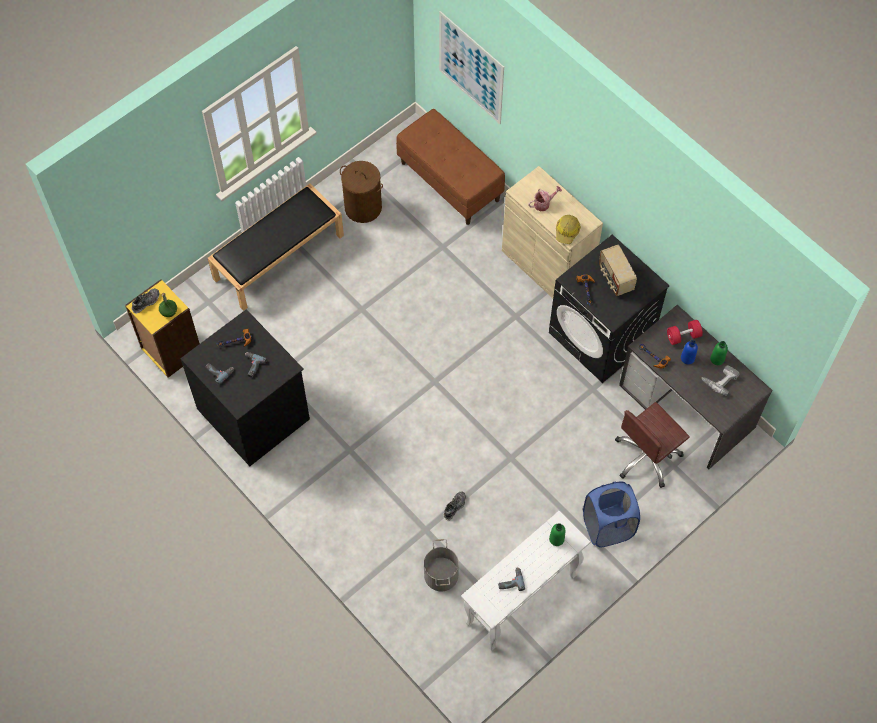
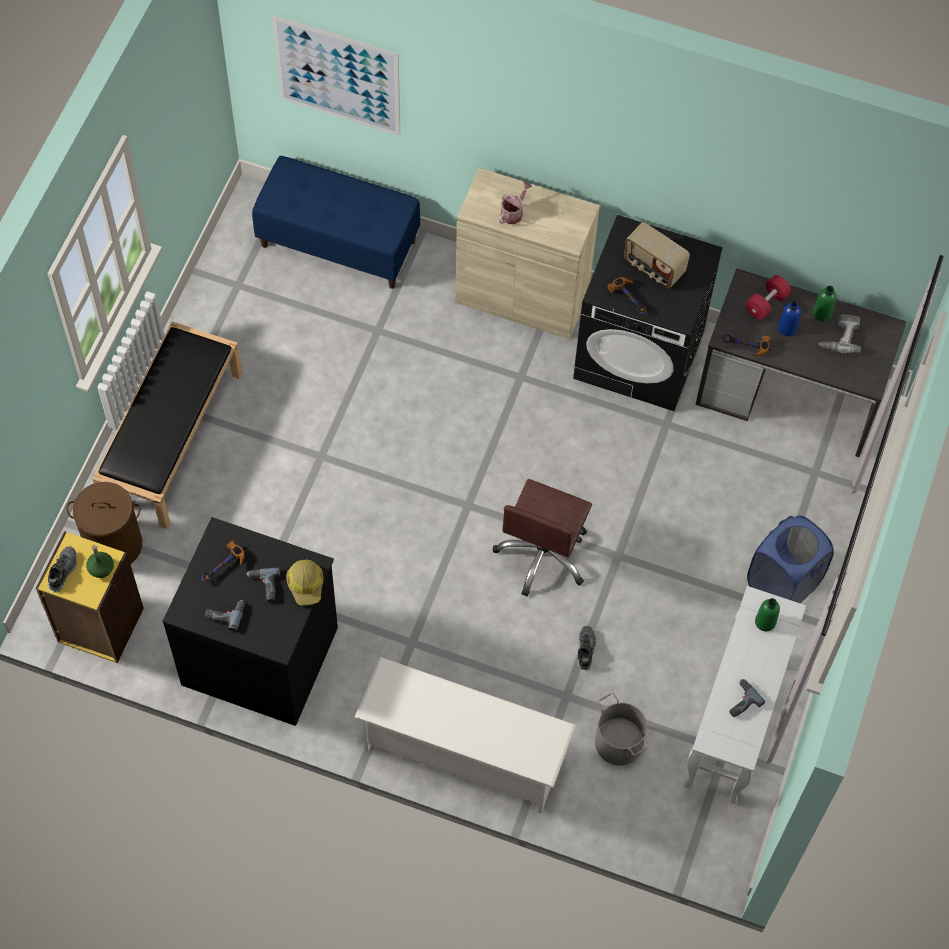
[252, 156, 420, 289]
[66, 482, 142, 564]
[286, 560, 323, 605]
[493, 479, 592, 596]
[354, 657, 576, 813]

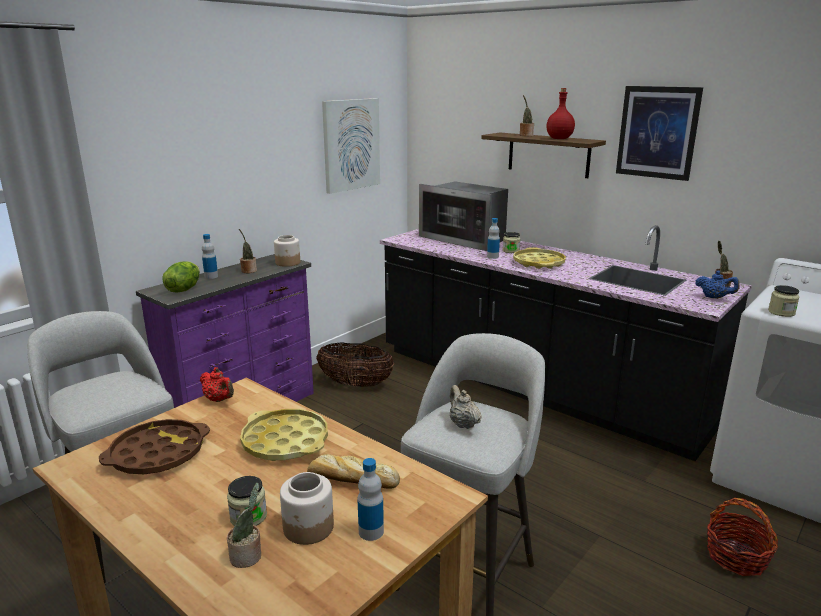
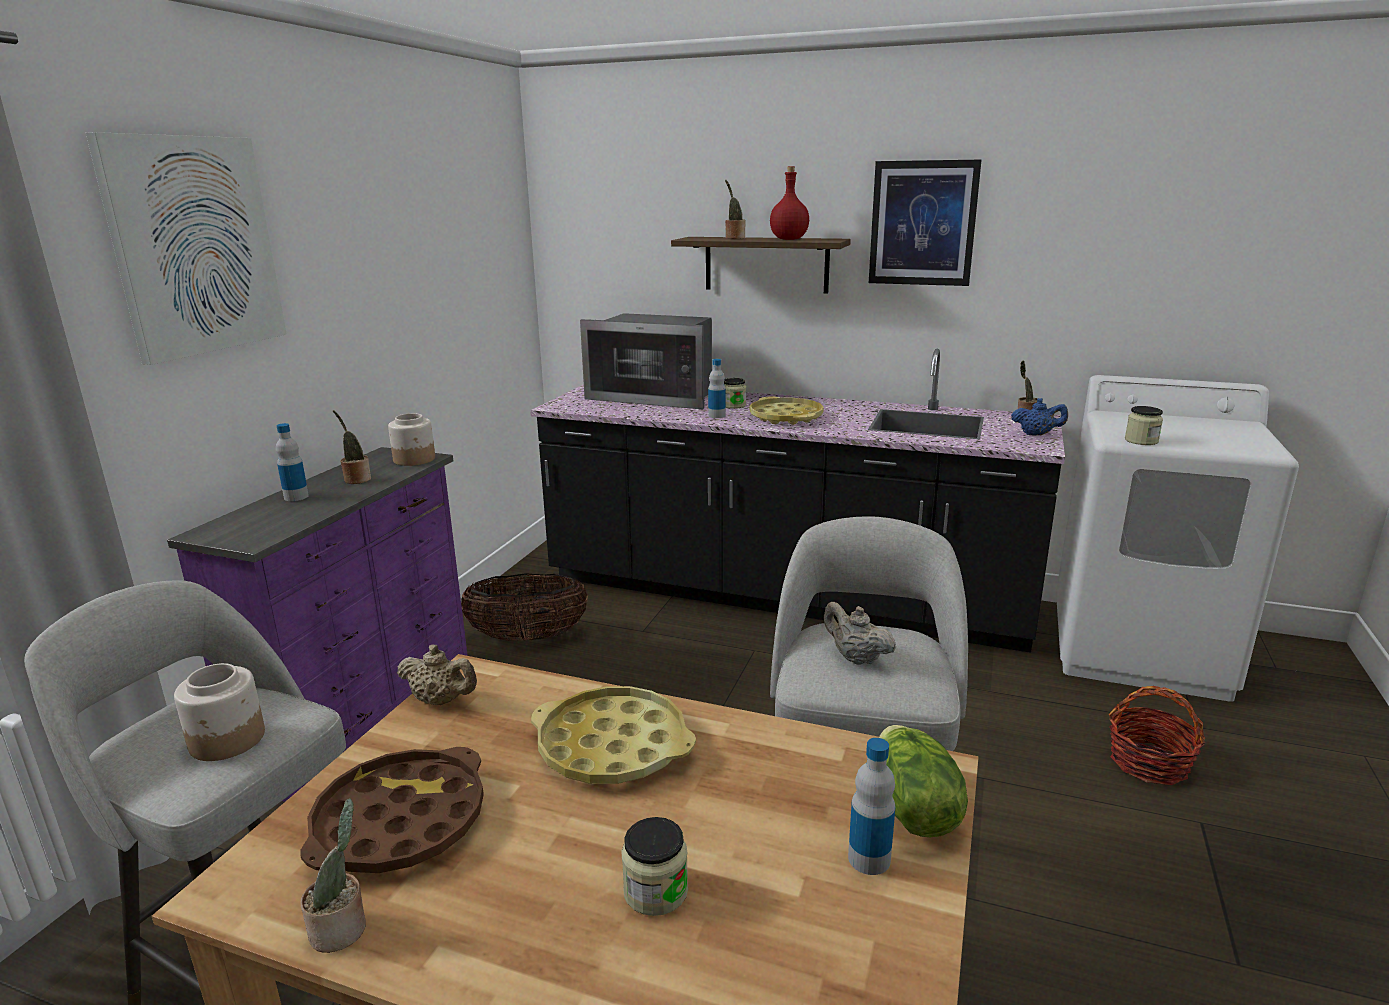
[86, 132, 287, 365]
[879, 725, 968, 837]
[397, 645, 477, 705]
[307, 454, 400, 489] (first image)
[174, 663, 265, 761]
[301, 798, 366, 953]

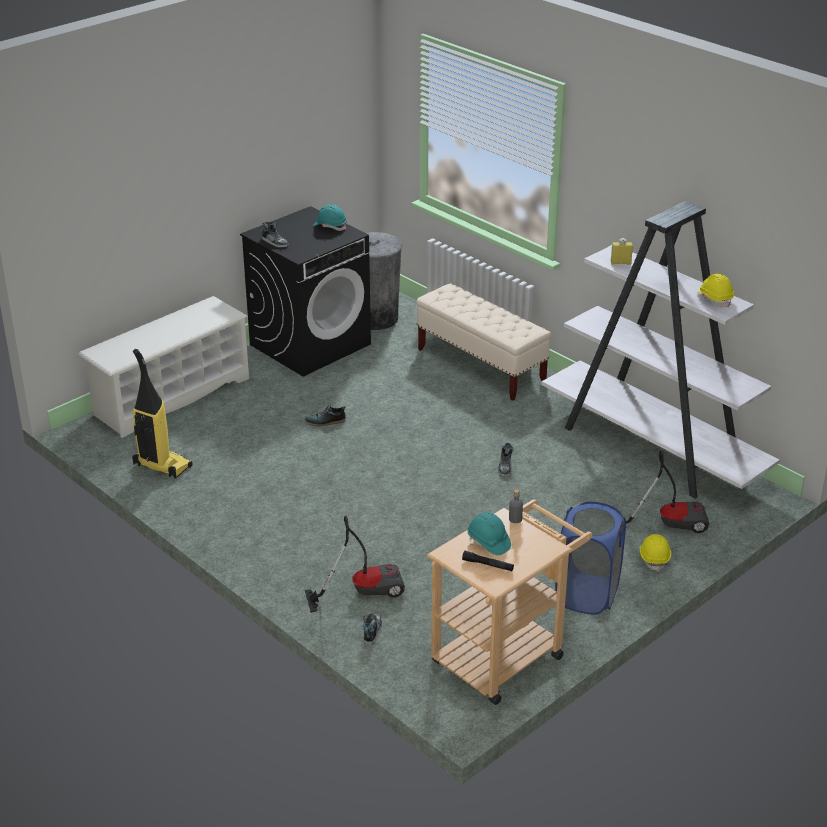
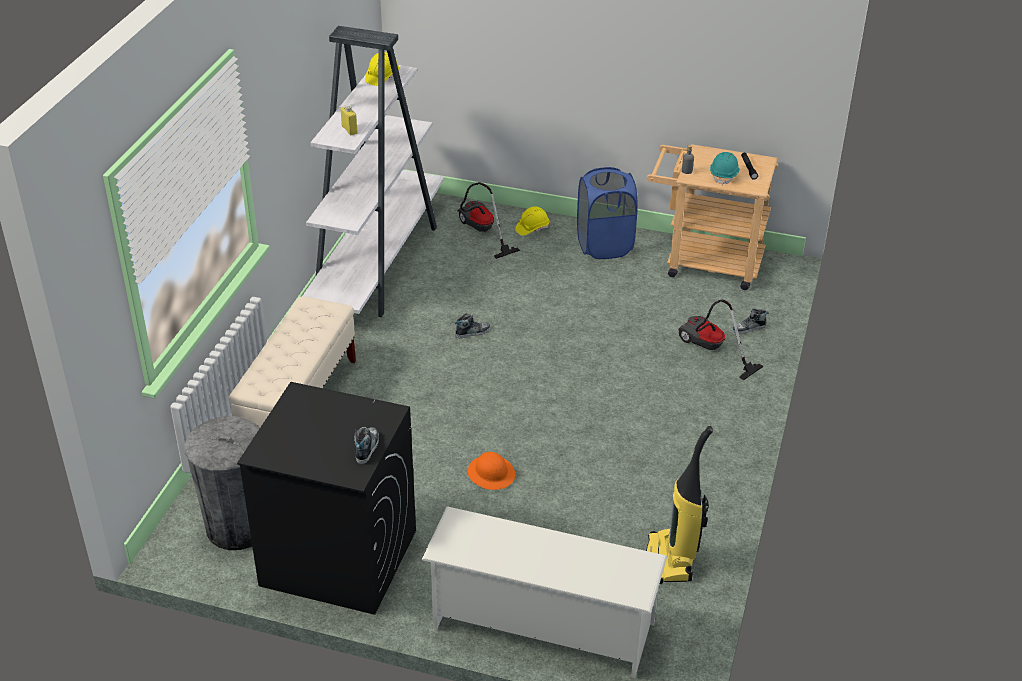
[313, 204, 347, 231] (first image)
[468, 452, 515, 490]

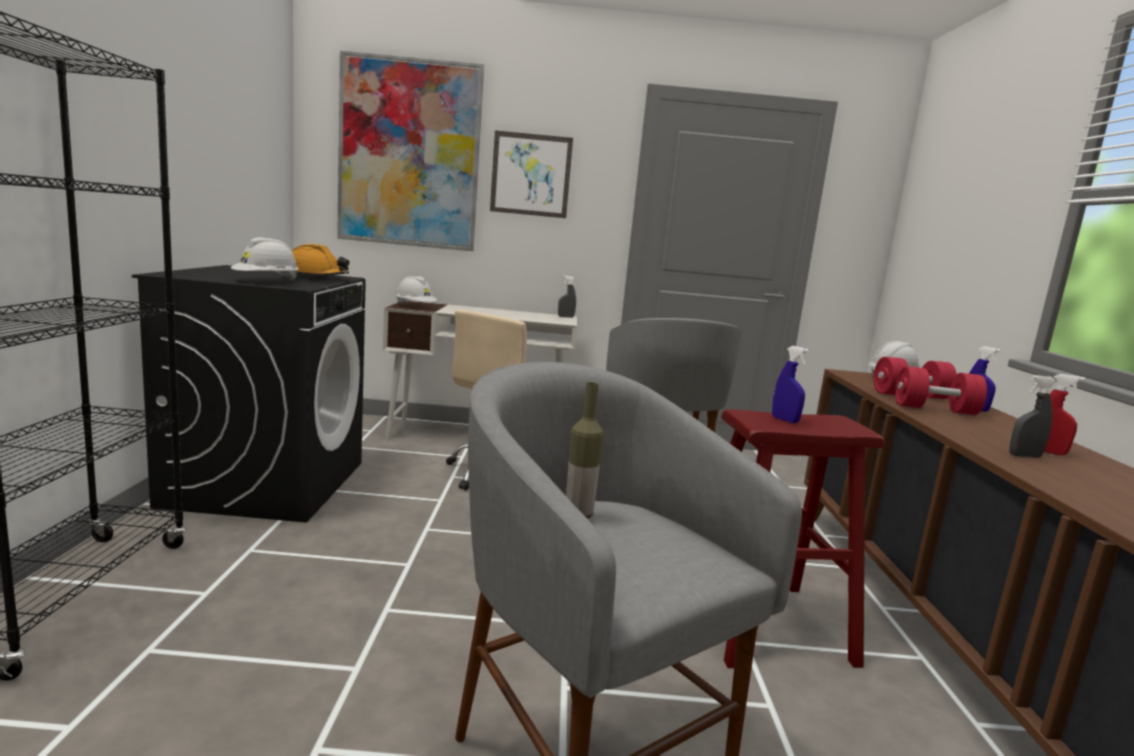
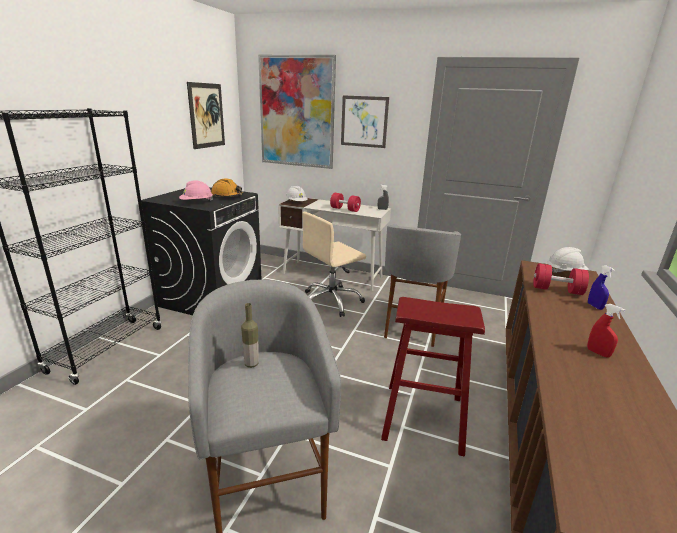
[179, 180, 213, 201]
[772, 346, 810, 423] (first image)
[330, 193, 361, 212]
[1010, 375, 1057, 458] (first image)
[187, 82, 225, 149]

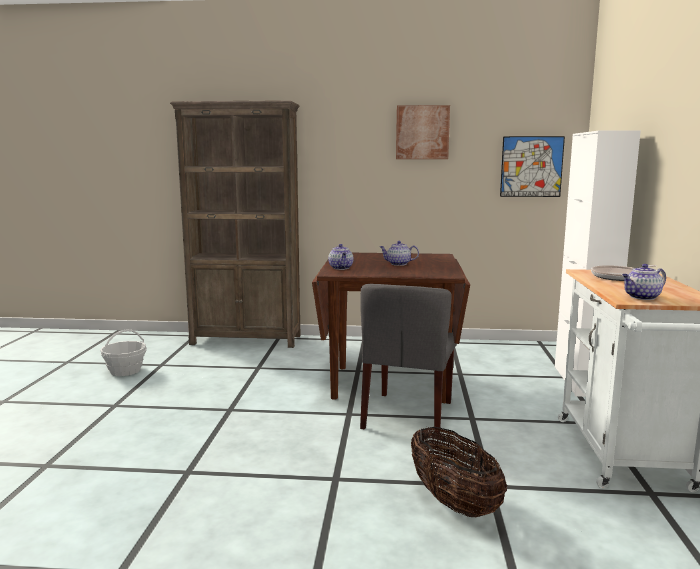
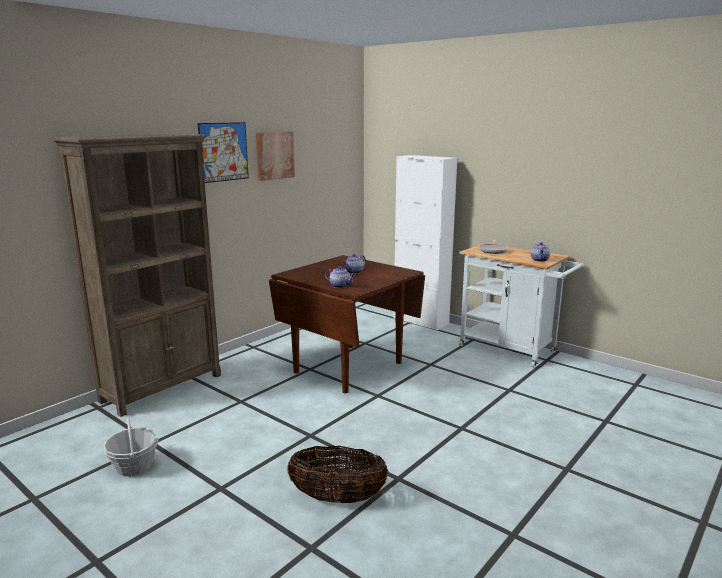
[197, 122, 249, 183]
[360, 284, 457, 434] (first image)
[287, 446, 388, 503]

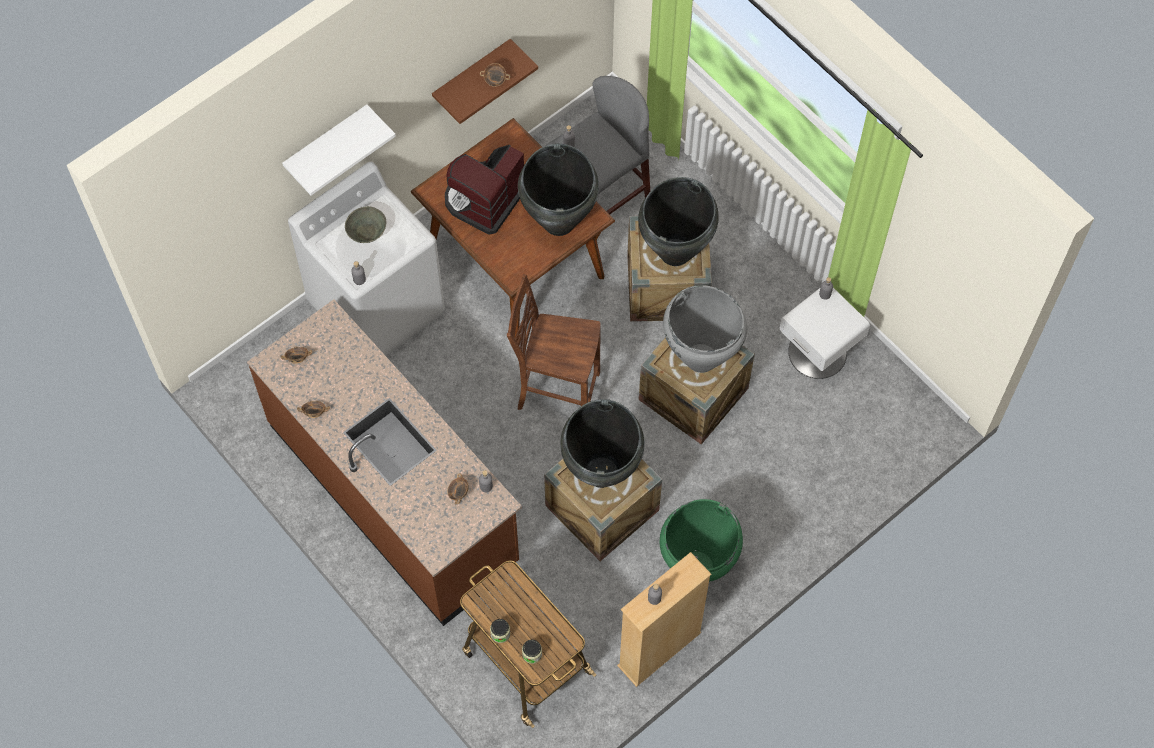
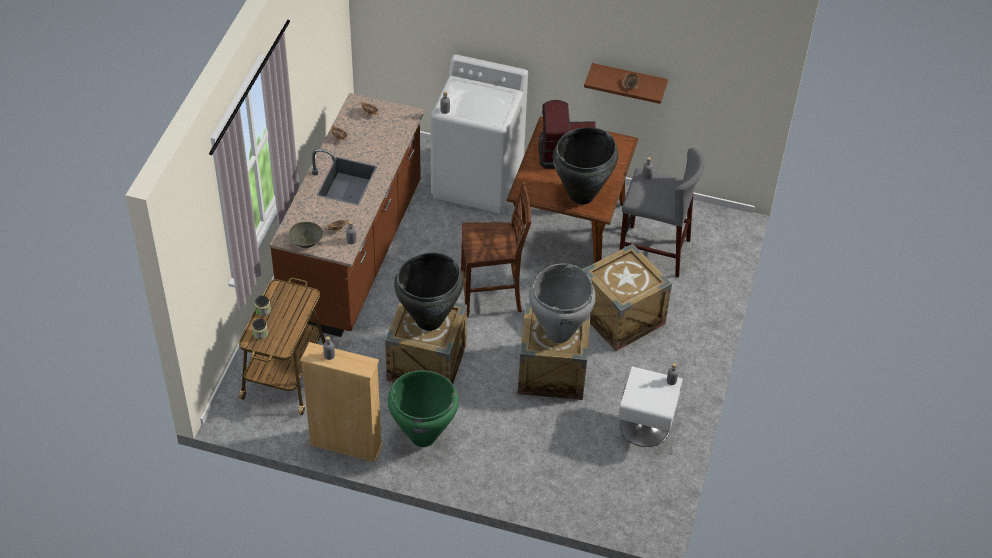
[282, 105, 396, 195] (first image)
[638, 177, 719, 266] (first image)
[288, 222, 323, 248]
[461, 182, 531, 317]

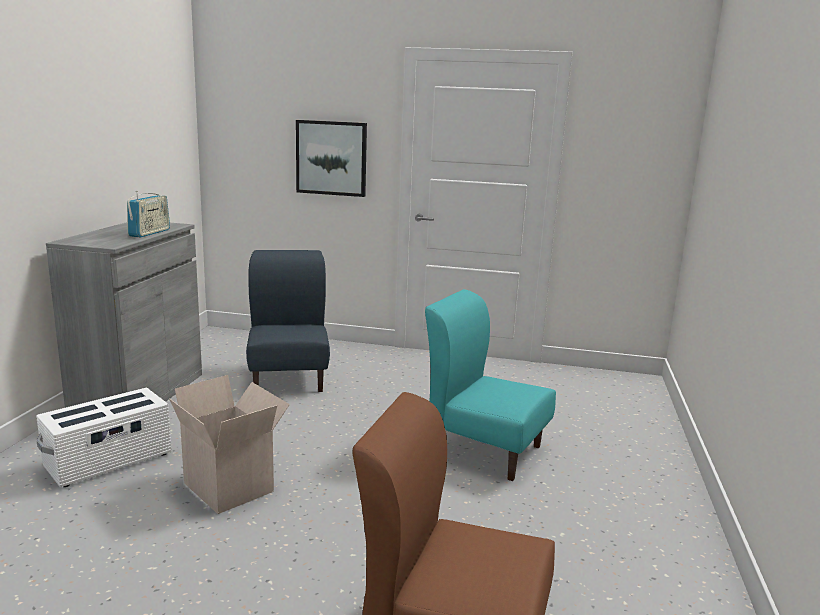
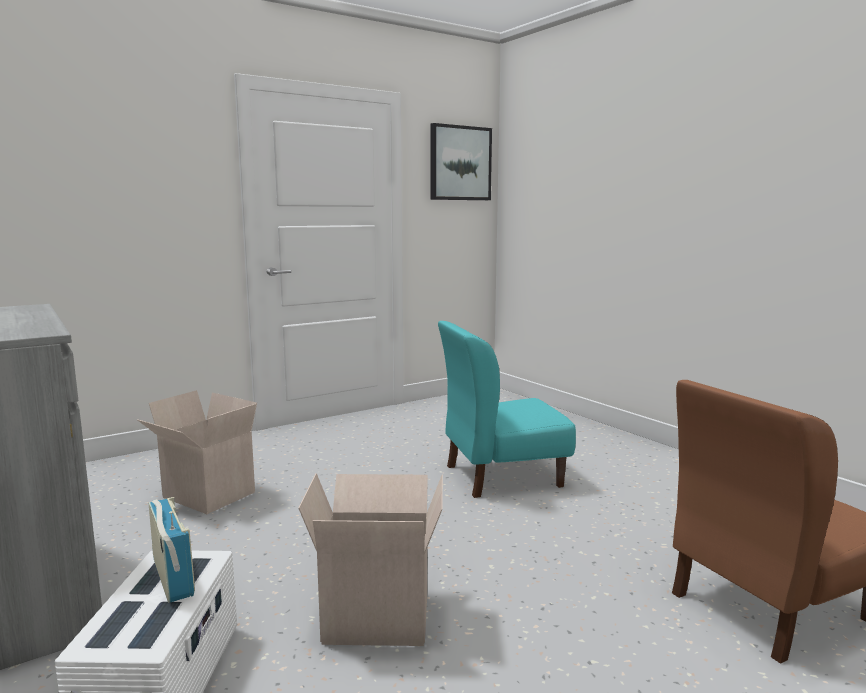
[431, 123, 492, 200]
[149, 497, 195, 603]
[137, 390, 257, 514]

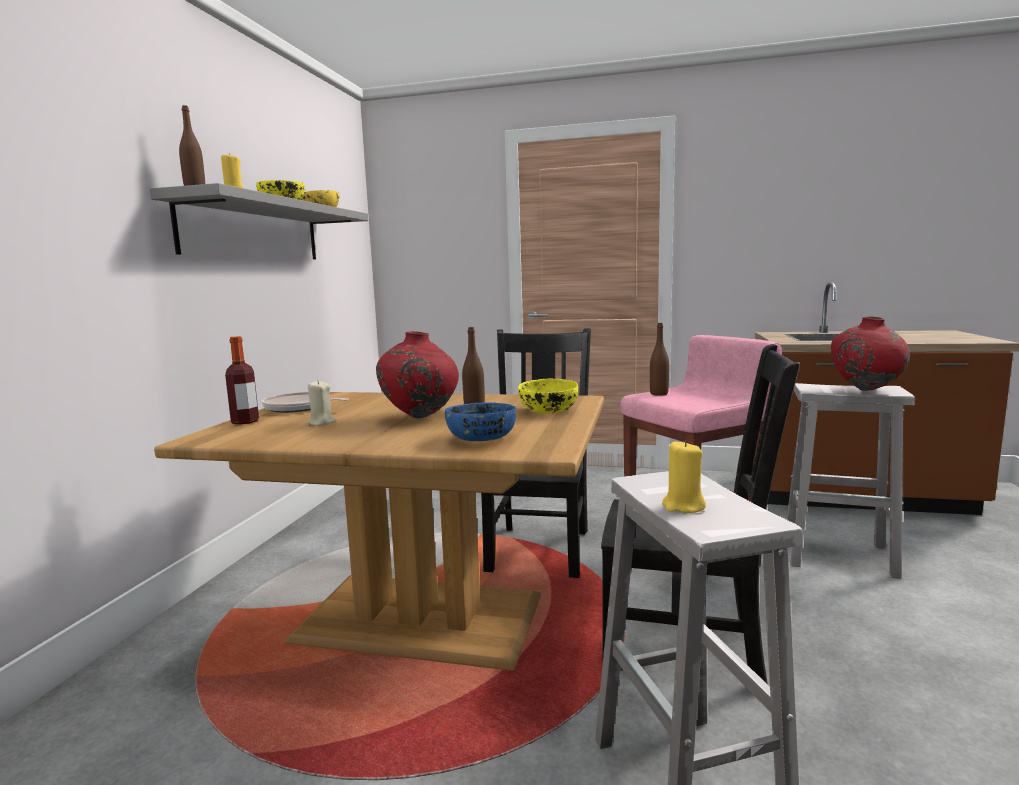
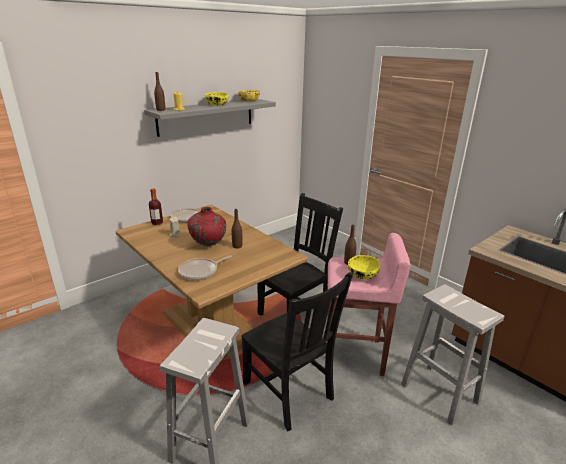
[831, 317, 910, 391] (first image)
[348, 255, 380, 280]
[178, 255, 232, 280]
[662, 440, 706, 513] (first image)

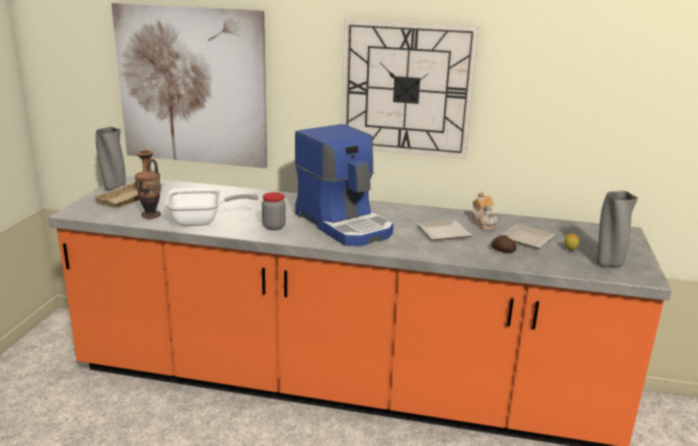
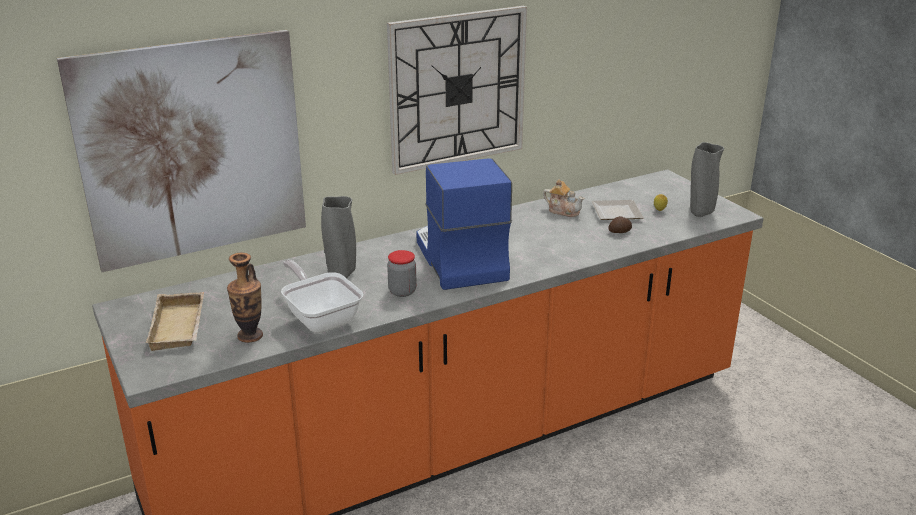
[416, 158, 512, 290]
[321, 196, 356, 278]
[281, 260, 363, 333]
[417, 220, 472, 240] (first image)

